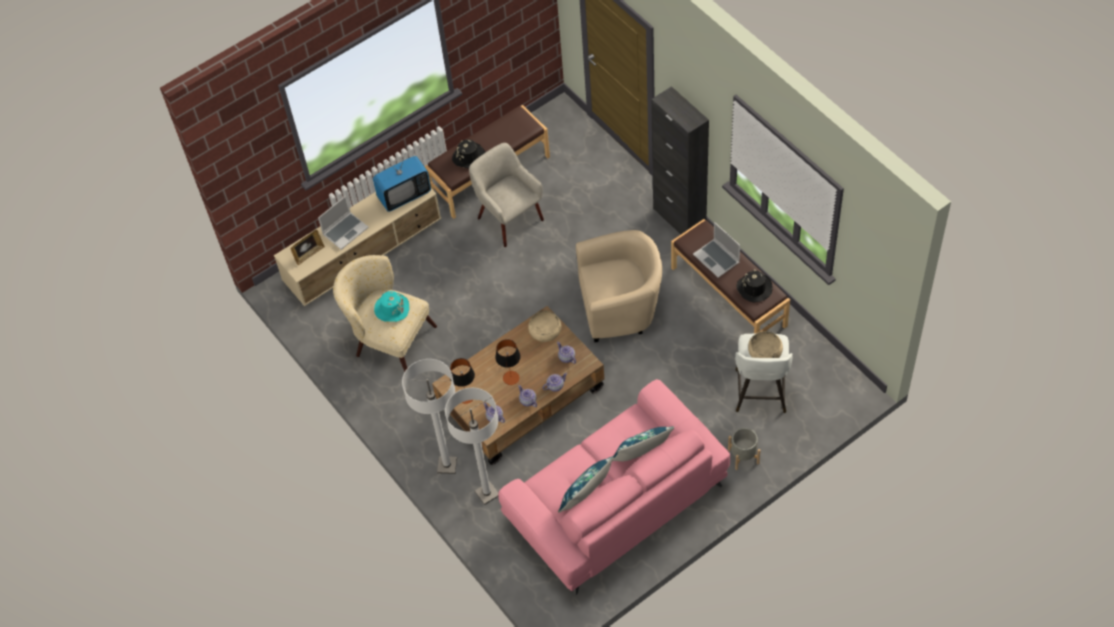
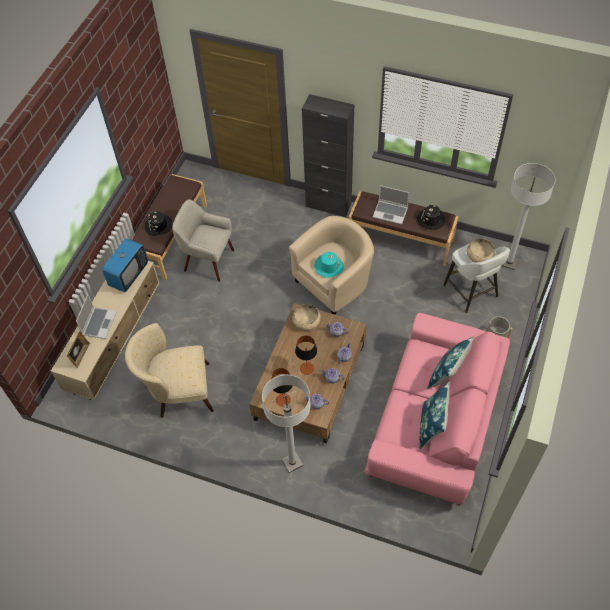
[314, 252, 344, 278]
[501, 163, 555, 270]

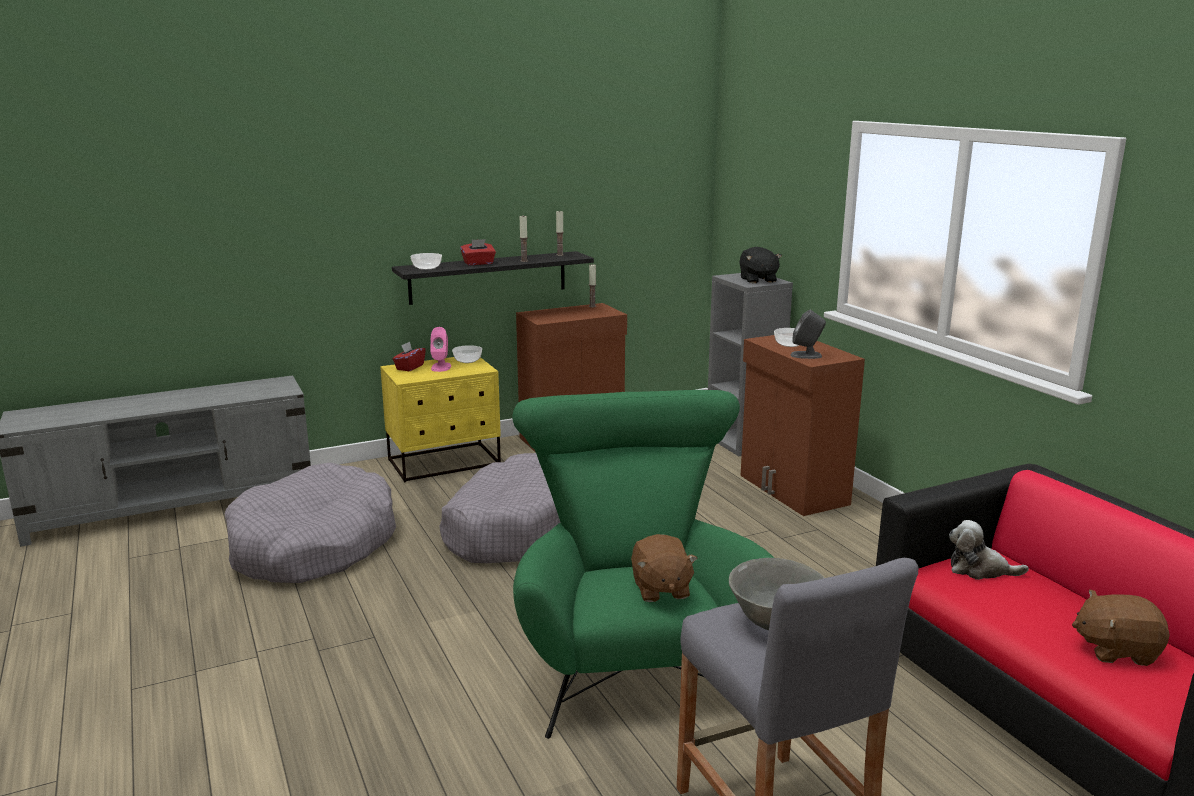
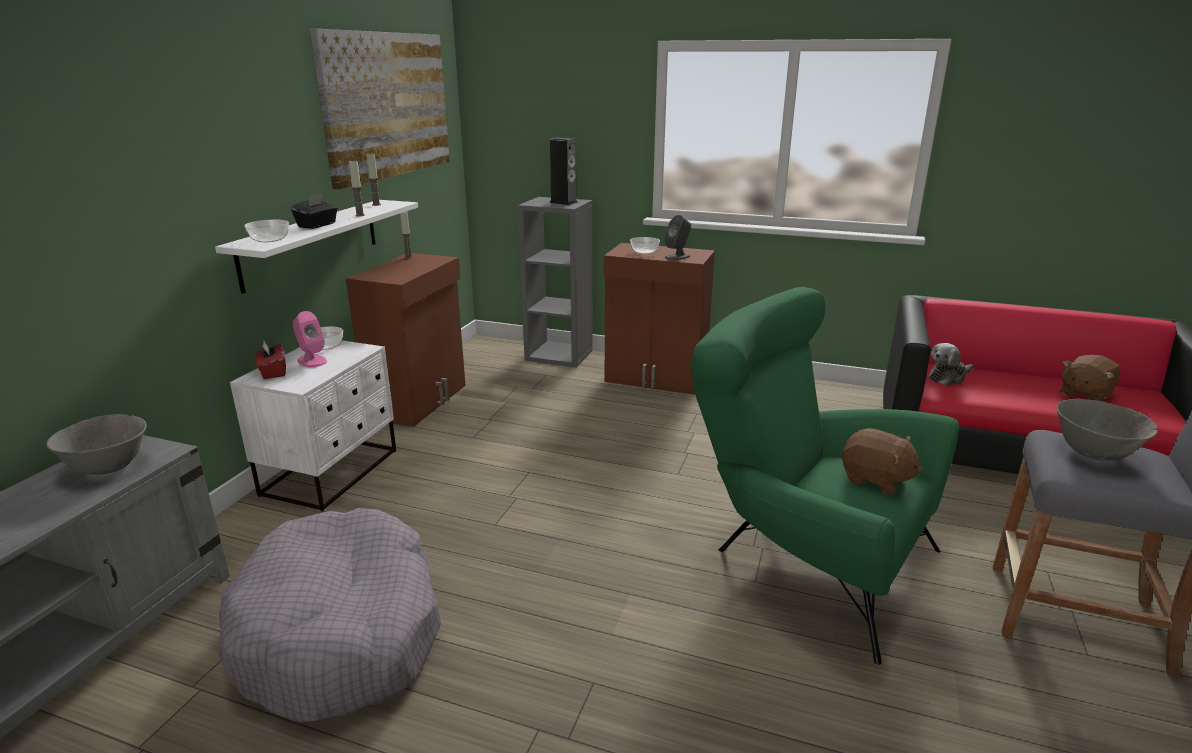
[291, 194, 338, 229]
[549, 137, 578, 205]
[215, 200, 418, 294]
[230, 341, 396, 511]
[439, 453, 561, 563] (first image)
[310, 29, 450, 190]
[46, 414, 147, 474]

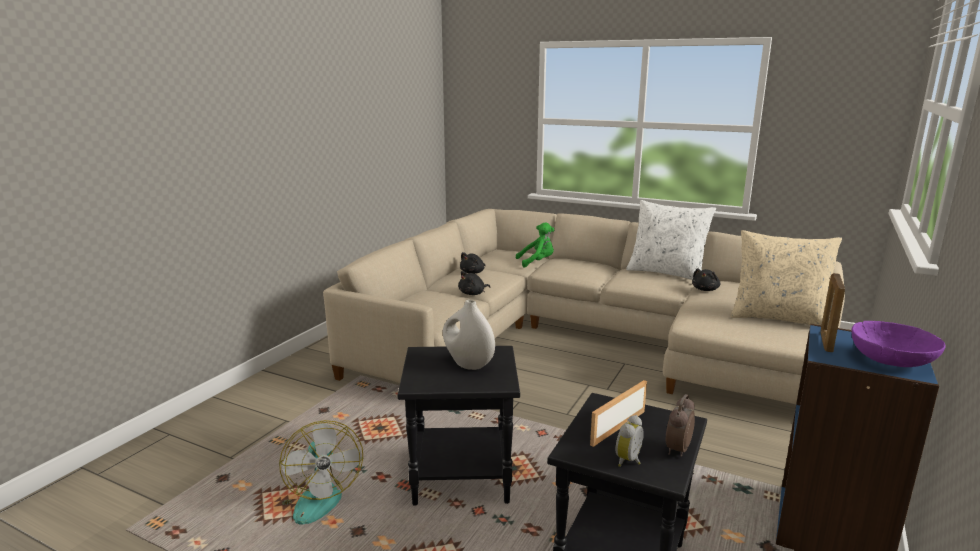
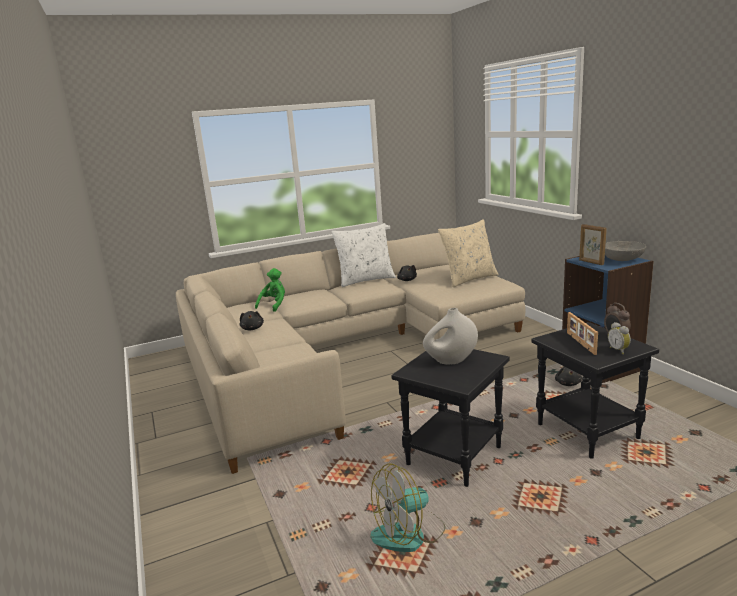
[555, 367, 582, 386]
[605, 241, 646, 261]
[370, 463, 445, 552]

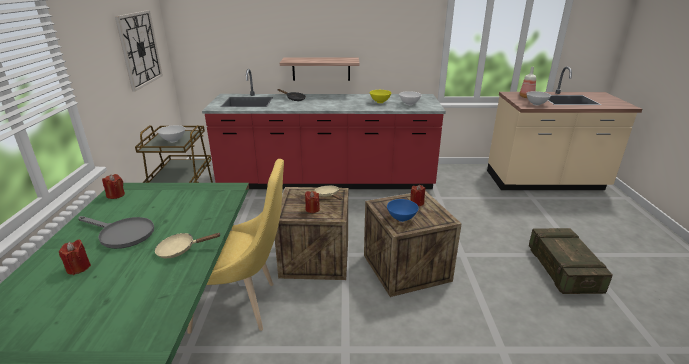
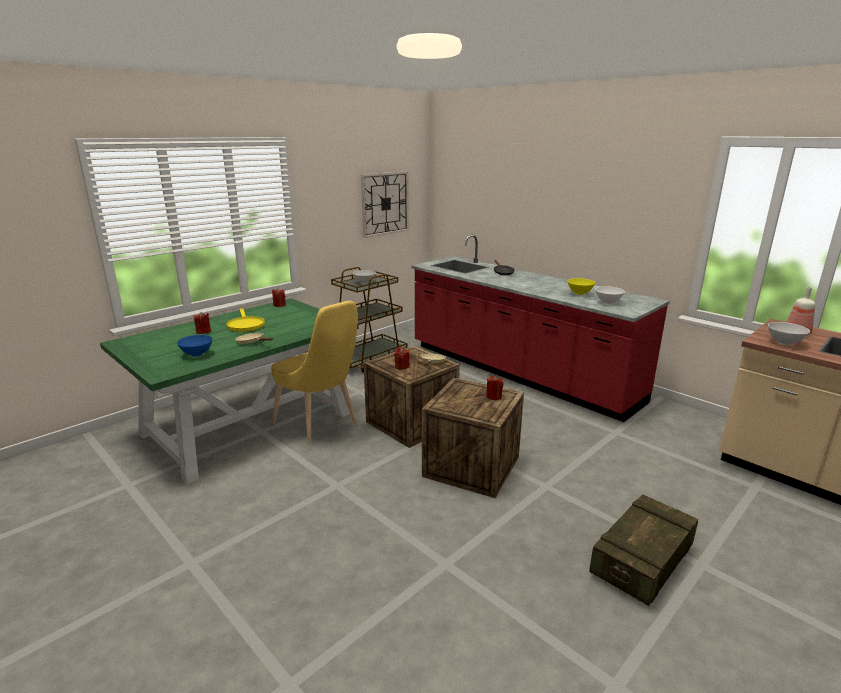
[280, 58, 360, 81] (first image)
[177, 335, 213, 357]
[227, 308, 265, 332]

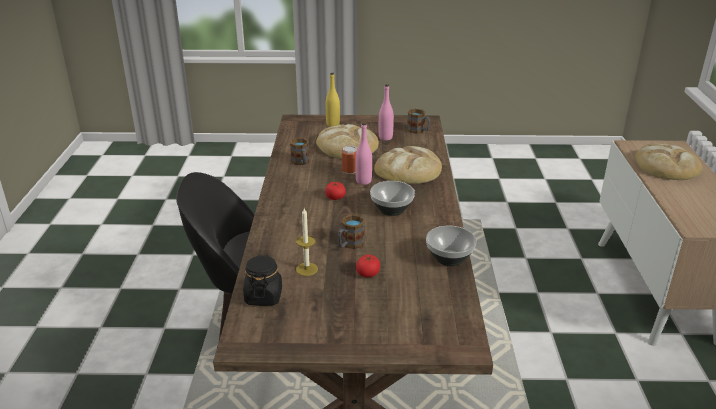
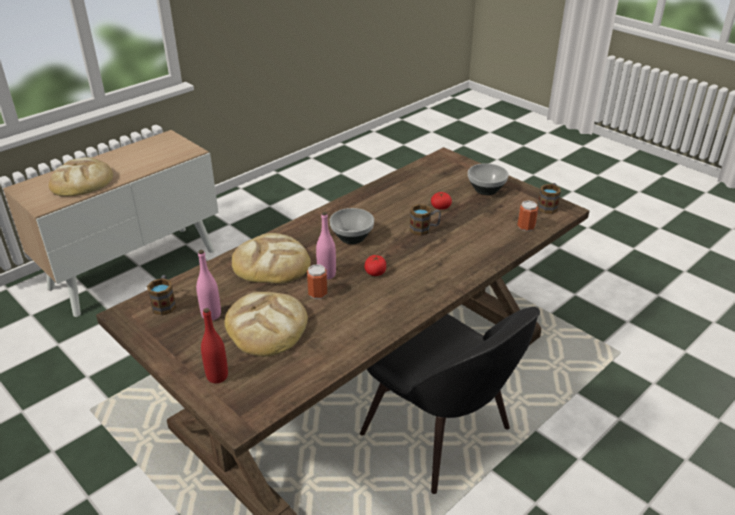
[201, 308, 228, 383]
[538, 183, 561, 214]
[296, 208, 318, 276] (first image)
[468, 163, 509, 195]
[517, 200, 538, 231]

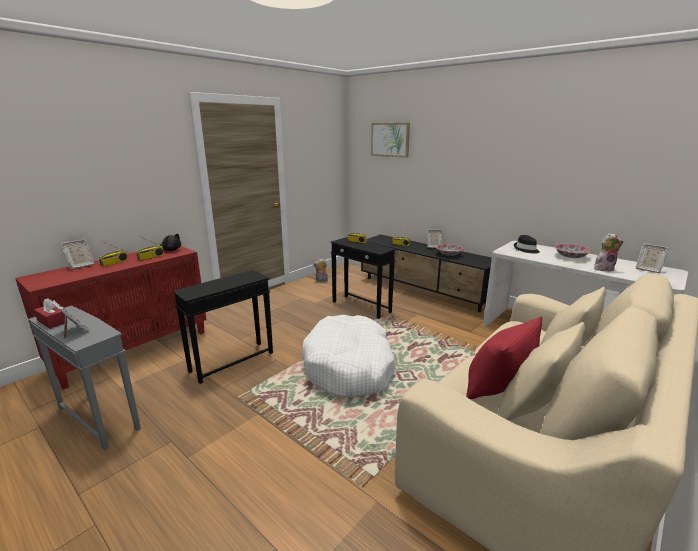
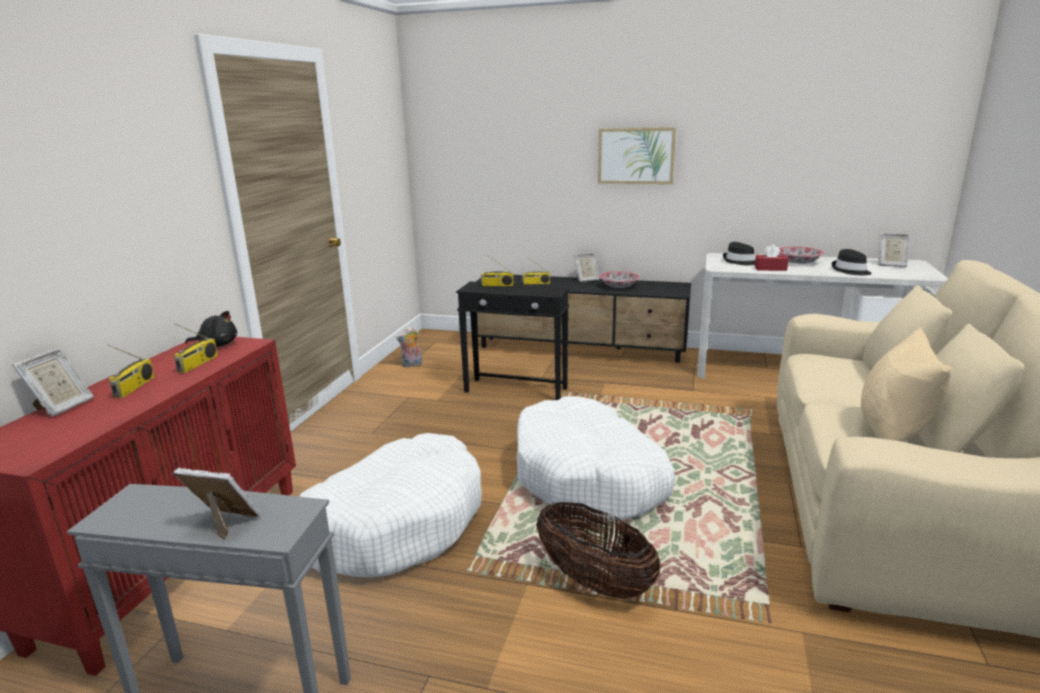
[598, 127, 676, 184]
[832, 249, 872, 275]
[299, 433, 482, 577]
[755, 244, 789, 271]
[861, 327, 951, 442]
[536, 502, 661, 599]

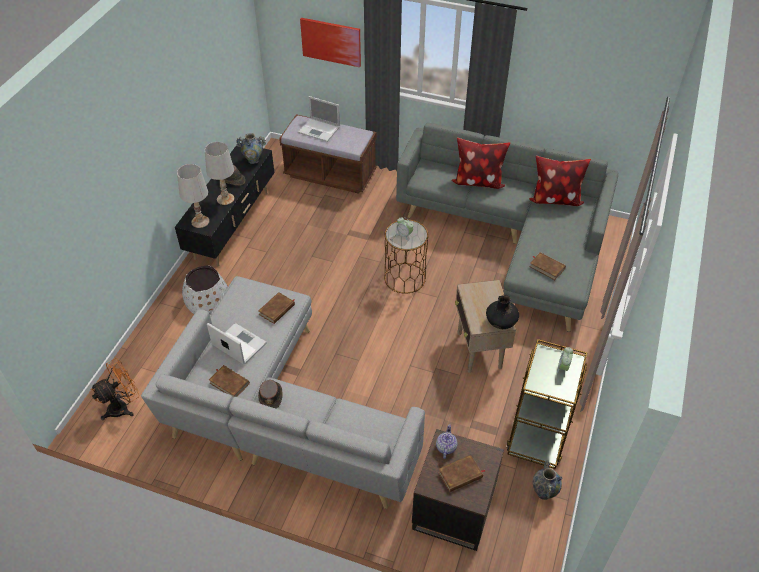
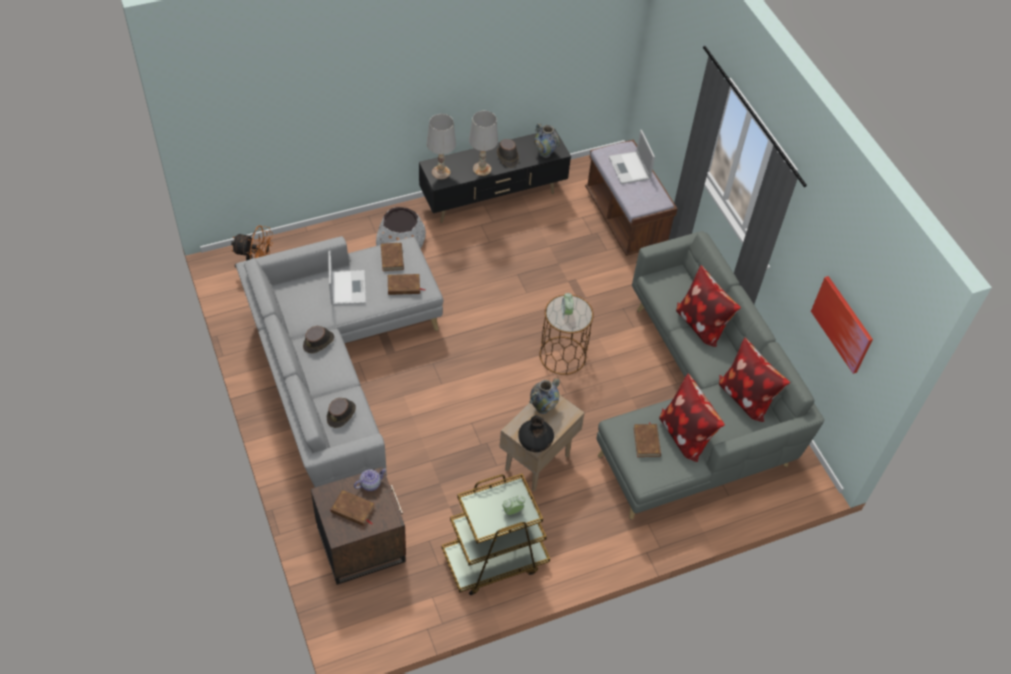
[811, 276, 873, 374]
[381, 242, 404, 271]
[529, 378, 560, 414]
[659, 374, 725, 462]
[327, 398, 356, 428]

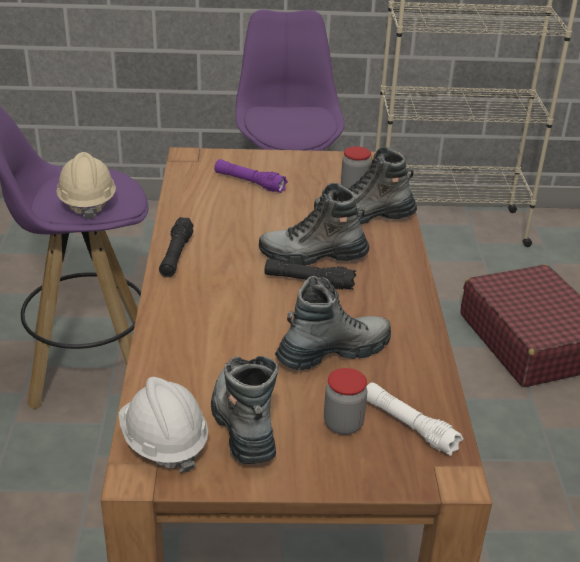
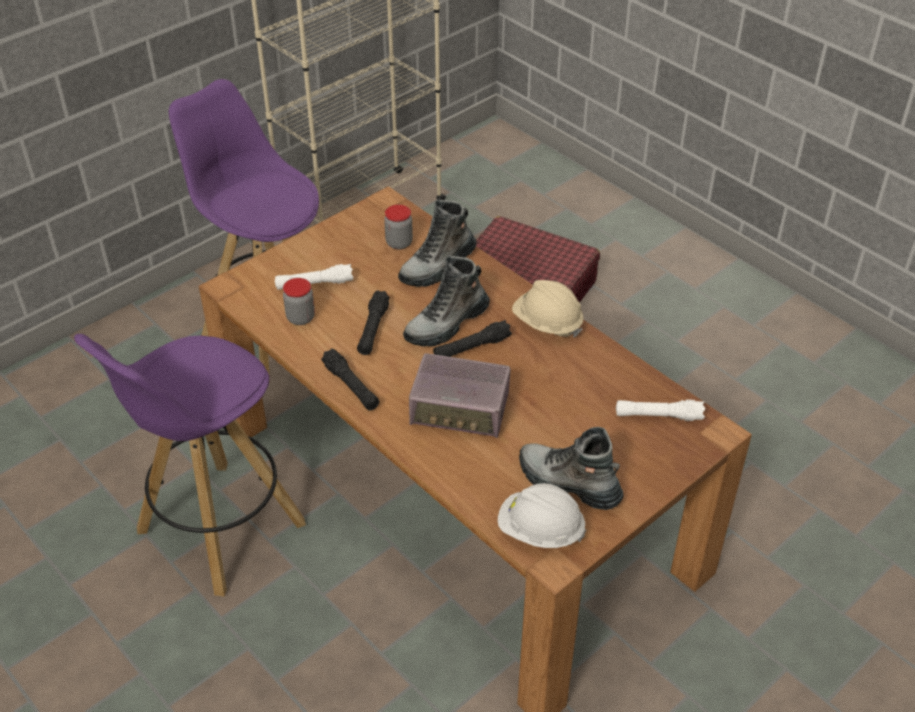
[512, 280, 584, 338]
[275, 264, 354, 290]
[275, 276, 391, 370] (first image)
[283, 278, 315, 325]
[357, 290, 390, 355]
[409, 353, 510, 438]

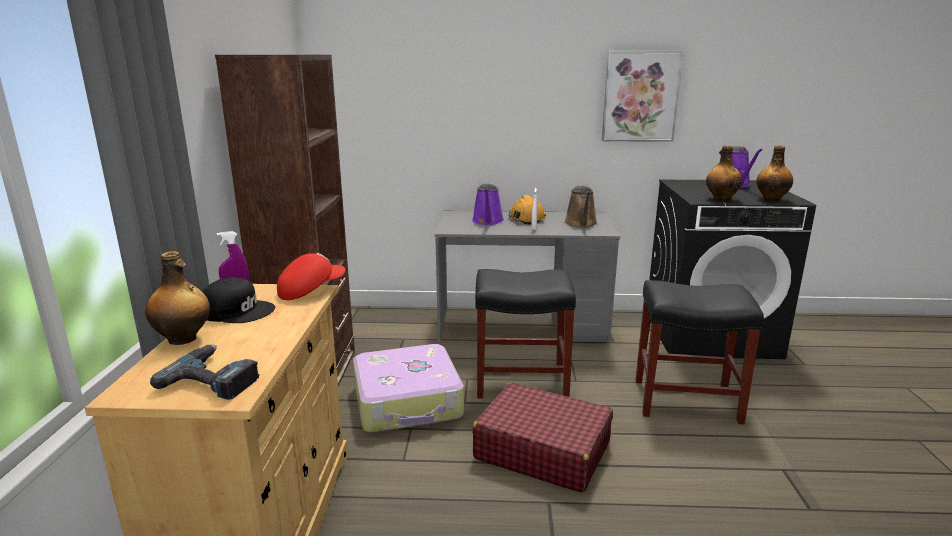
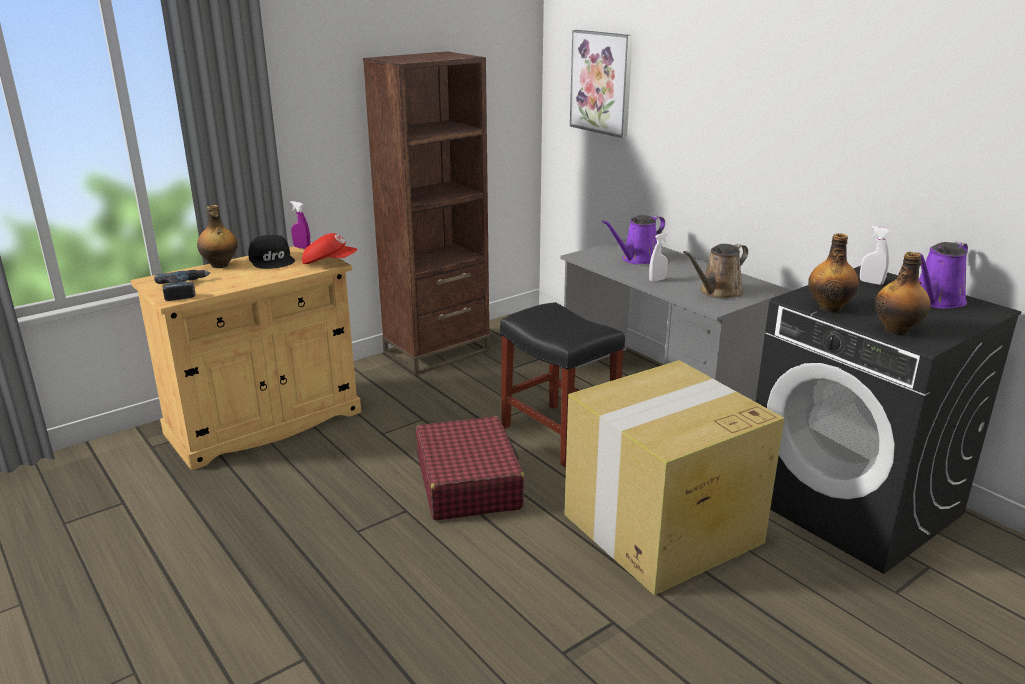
[570, 30, 633, 138]
[509, 195, 546, 224] (first image)
[564, 360, 784, 595]
[353, 344, 464, 433] (first image)
[860, 226, 890, 285]

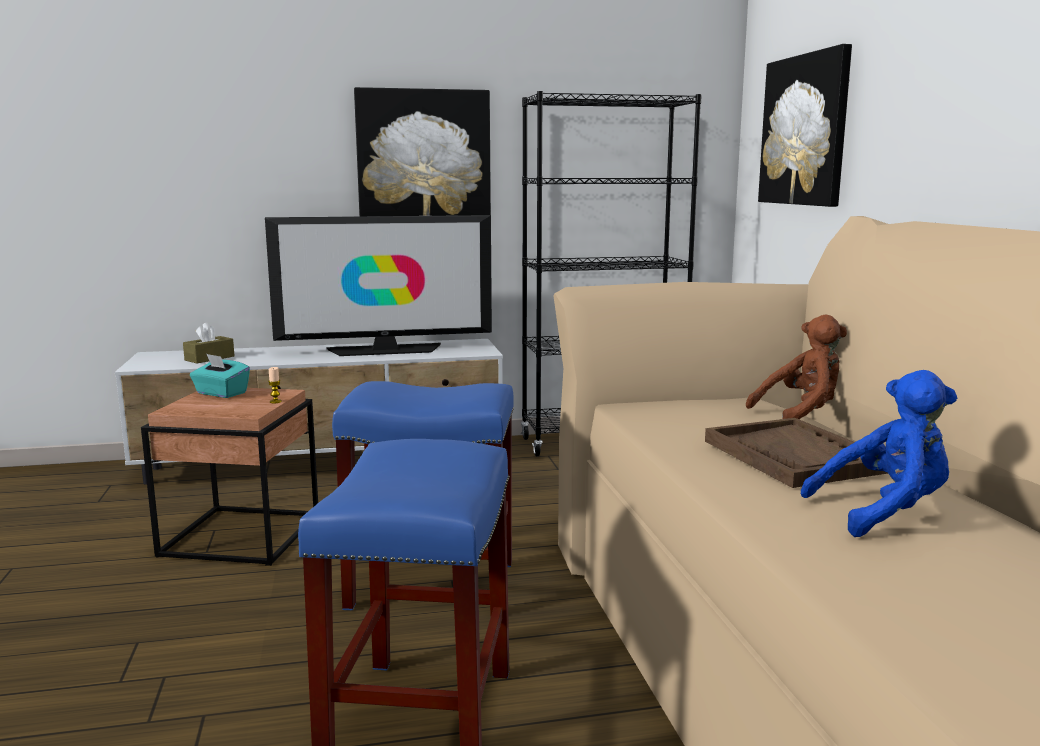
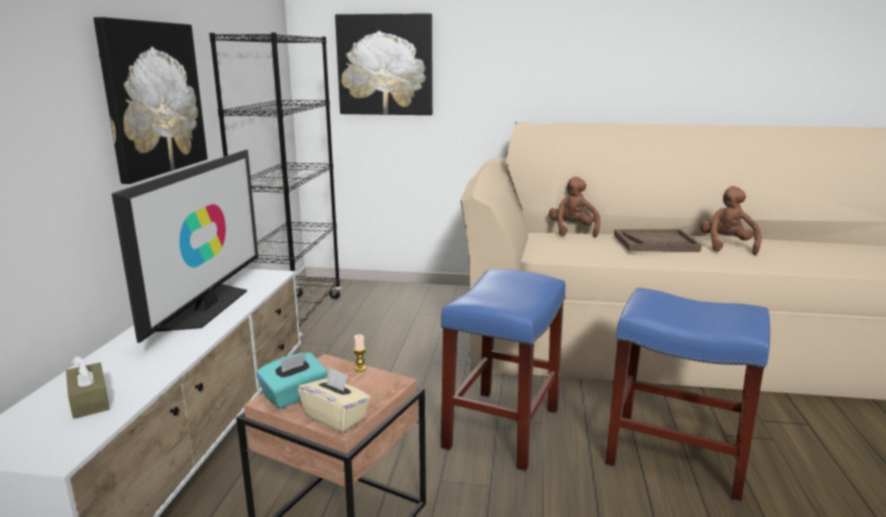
[700, 186, 762, 255]
[298, 367, 371, 433]

